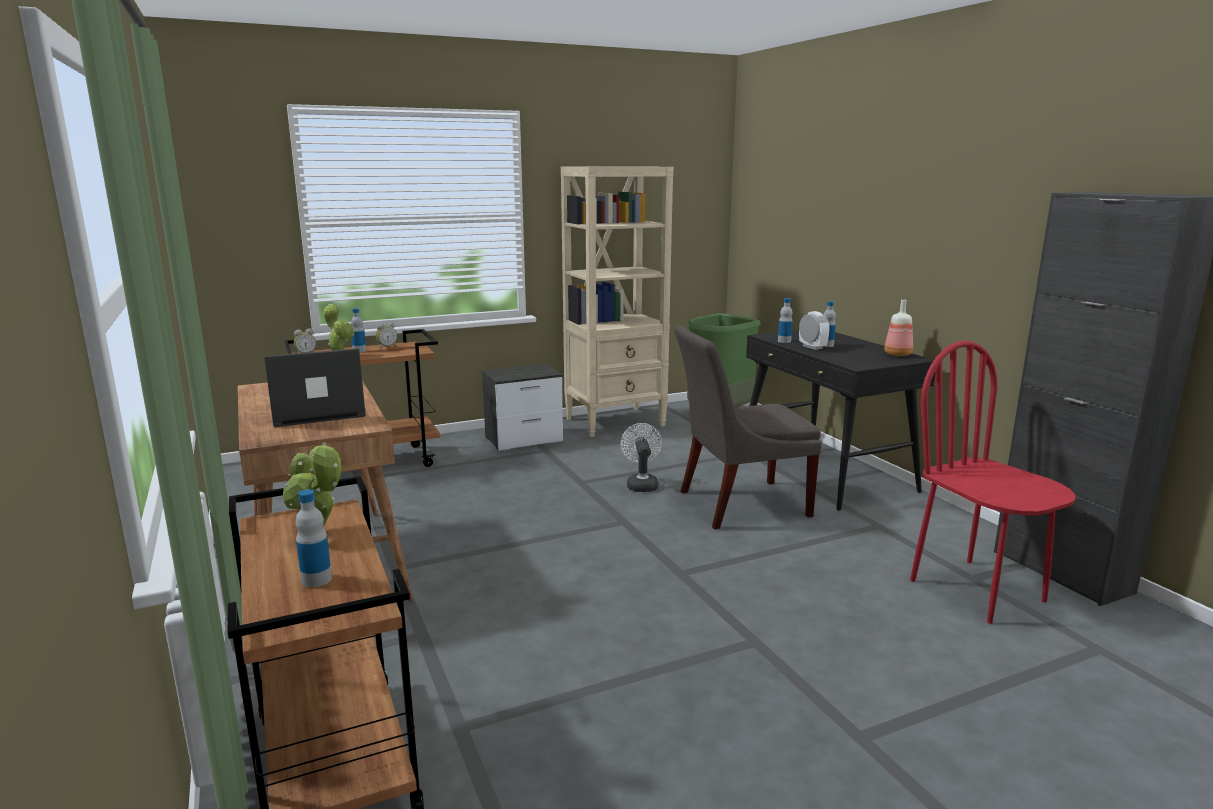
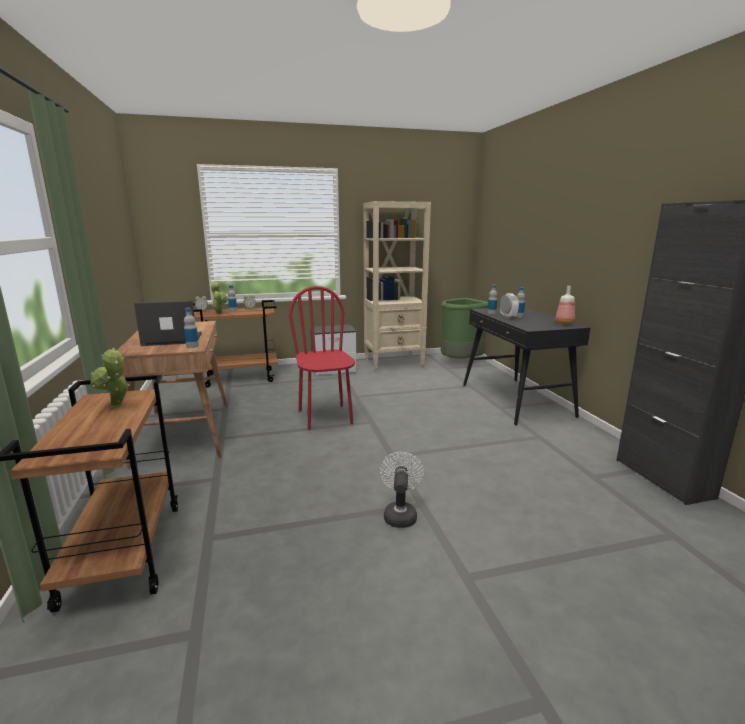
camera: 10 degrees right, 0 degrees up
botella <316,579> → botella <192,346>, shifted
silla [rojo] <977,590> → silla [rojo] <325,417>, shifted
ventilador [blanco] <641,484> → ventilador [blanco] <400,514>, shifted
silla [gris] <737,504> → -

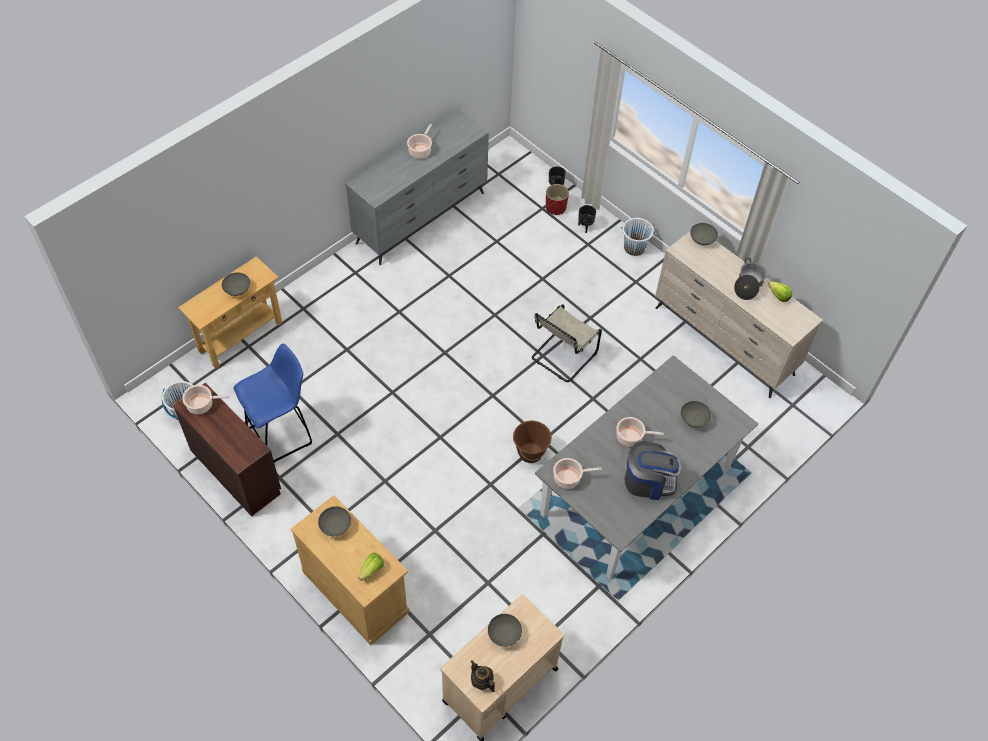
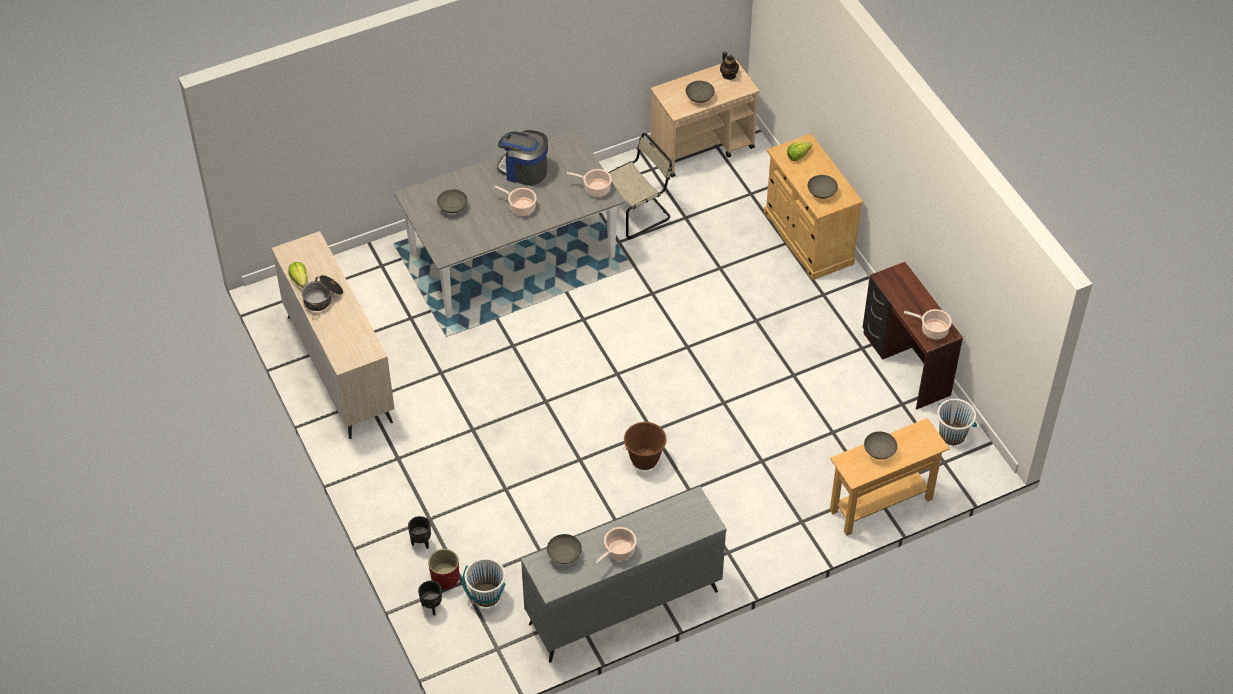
camera: 160 degrees left, 5 degrees down
cubo [blanco] <634,247> → cubo [blanco] <486,595>, shifted
cuenco [gris] <701,240> → cuenco [gris] <564,556>, shifted
silla [beis] <562,357> → silla [beis] <637,212>, shifted
cubo [marrón] <530,453> → cubo [marrón] <644,460>, shifted
taburete [azul] <282,435> → -

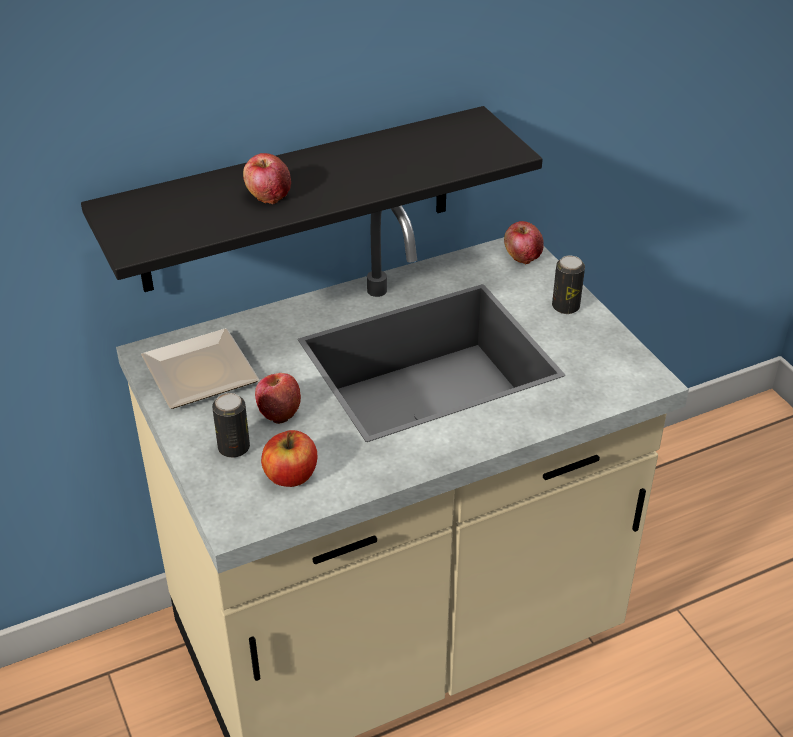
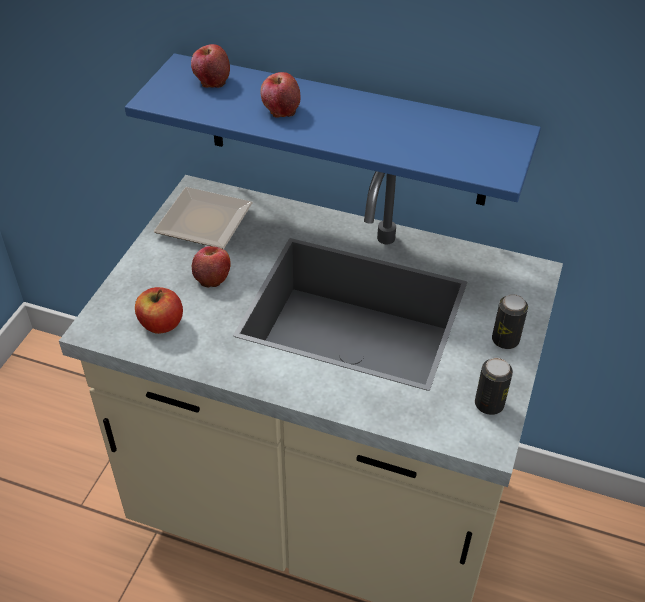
camera: 45 degrees right, 5 degrees up
estante [negro] <297,200> → estante [azul] <346,131>
manzana <522,256> → manzana <211,80>, shifted
lata <234,448> → lata <489,404>, shifted

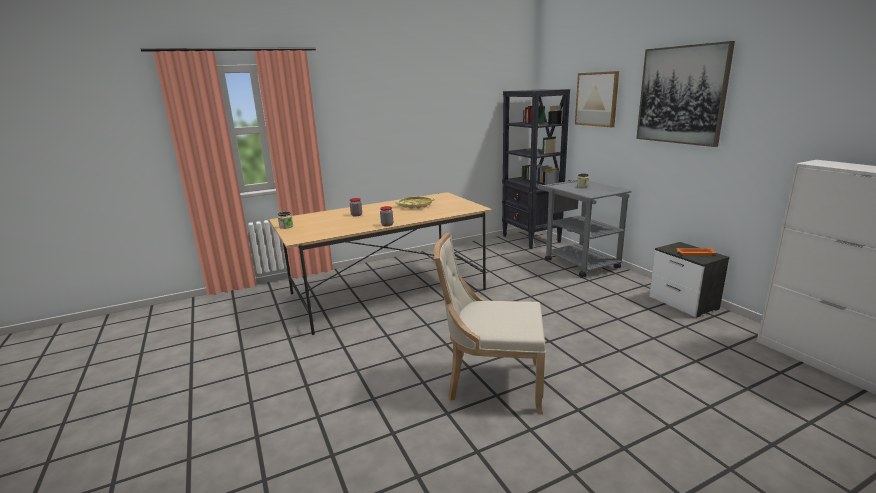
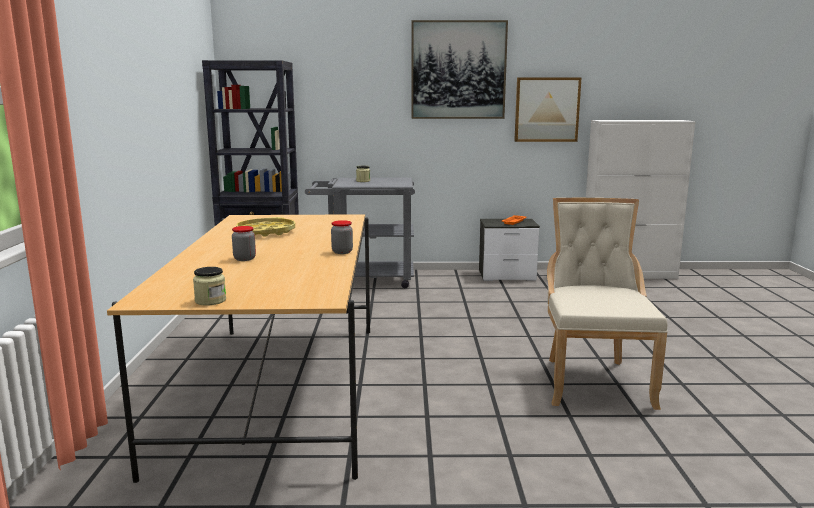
camera: 65 degrees left, 5 degrees down
cuadro <597,99> → cuadro <546,109>, shifted
silla [beis] <491,383> → silla [beis] <593,380>, 150 degrees clockwise

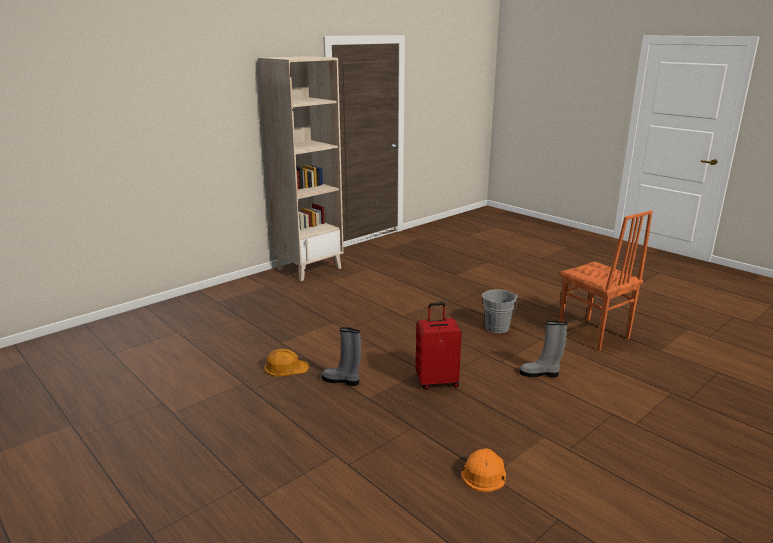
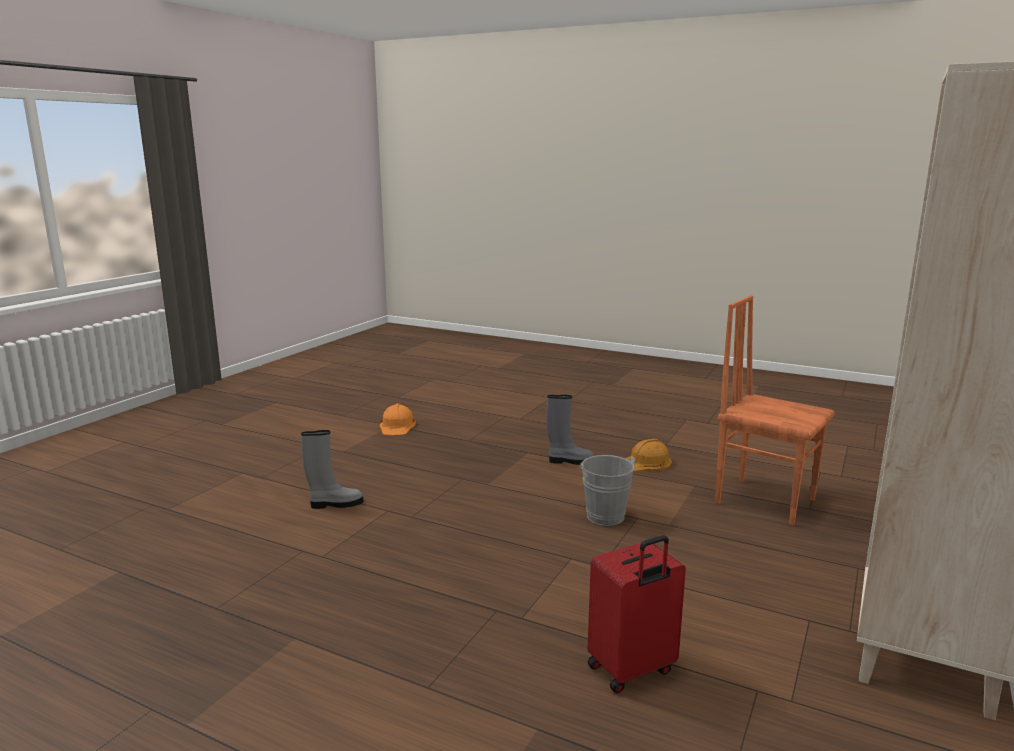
camera: 160 degrees right, 5 degrees down
cubo [gris] <497,329> → cubo [gris] <603,514>, shifted
maleta [rojo] <437,381> → maleta [rojo] <632,670>, shifted
silla [naranja] <593,334> → silla [naranja] <764,500>, shifted

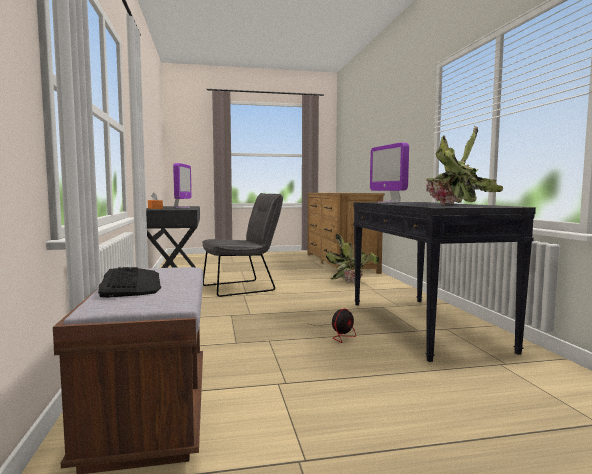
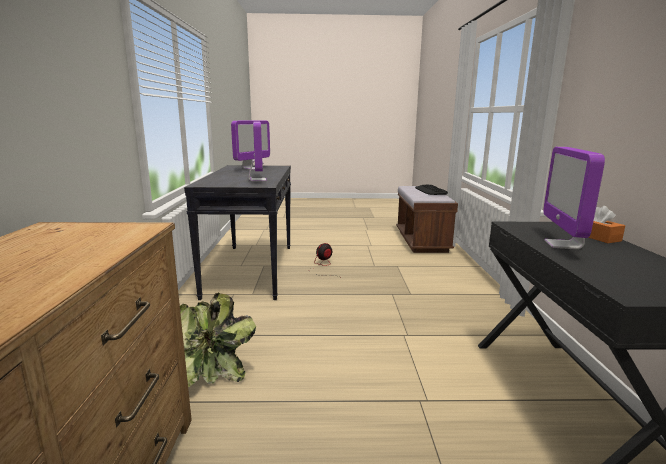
camera: 170 degrees left, 10 degrees up
planta en maceta <458,205> → monitor <251,168>
silla [gris] <243,288> → -

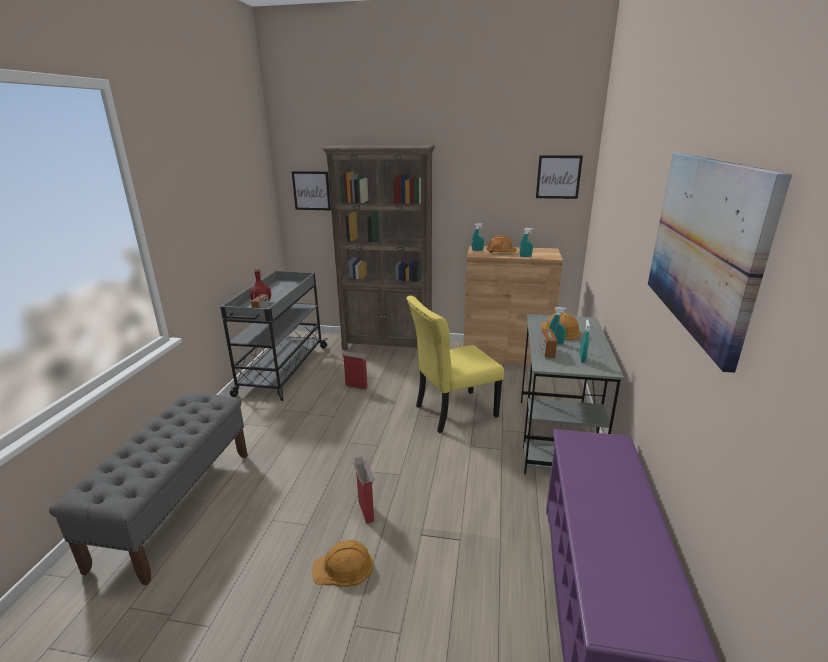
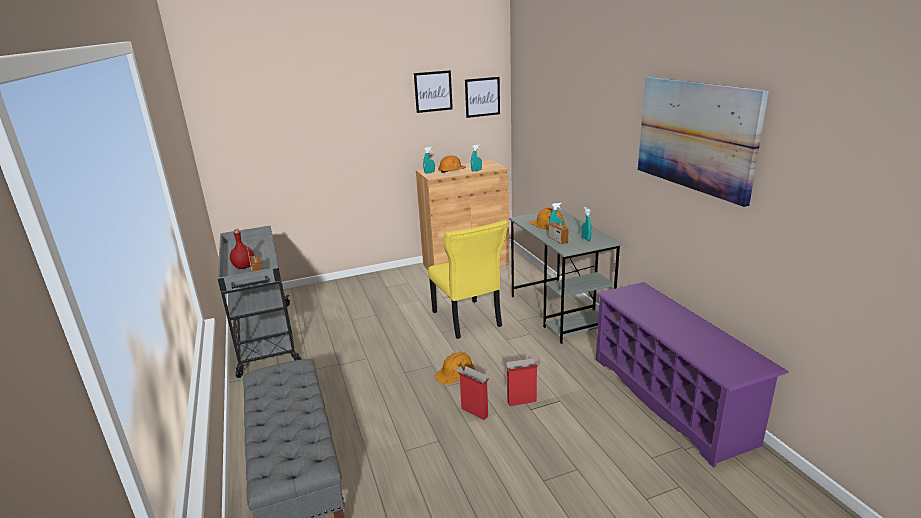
camera: 30 degrees left, 0 degrees up
cuadro <311,190> → cuadro <433,91>, shifted
silla [amarillo] <452,412> → silla [amarillo] <467,320>, 60 degrees counterclockwise
casco [naranja] <343,567> → casco [naranja] <455,372>, shifted
caja de cartón <357,386> → caja de cartón <522,401>, shifted
estantería [marrón] <388,345> → -

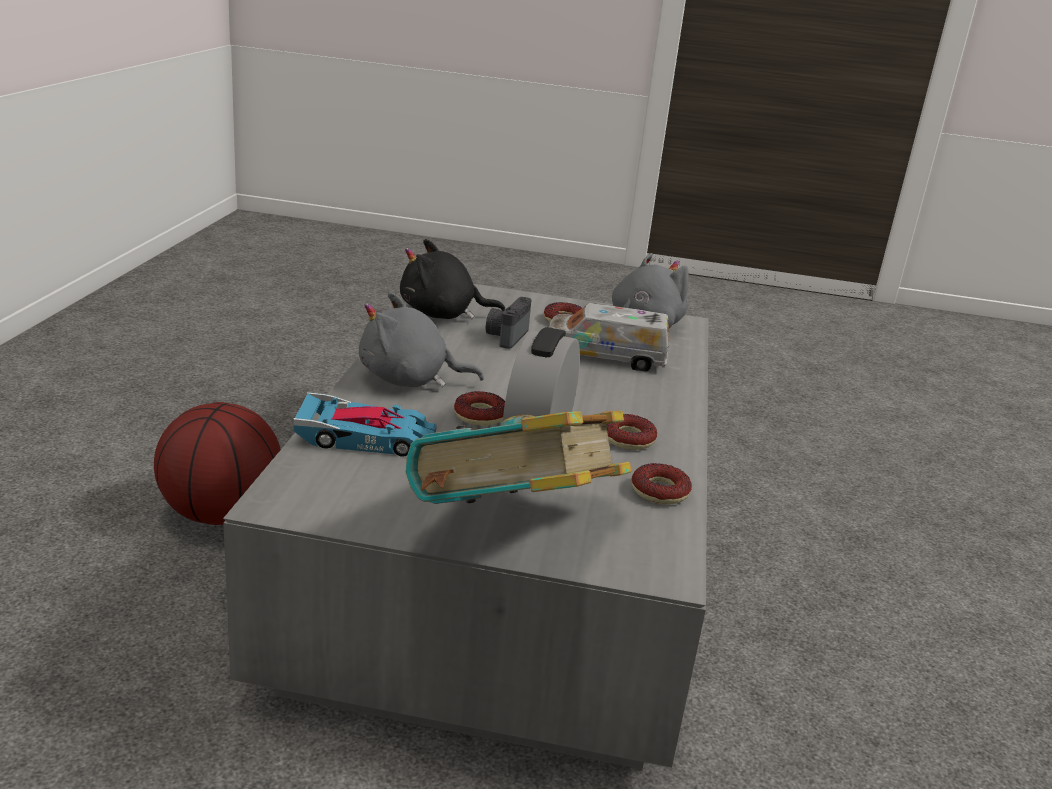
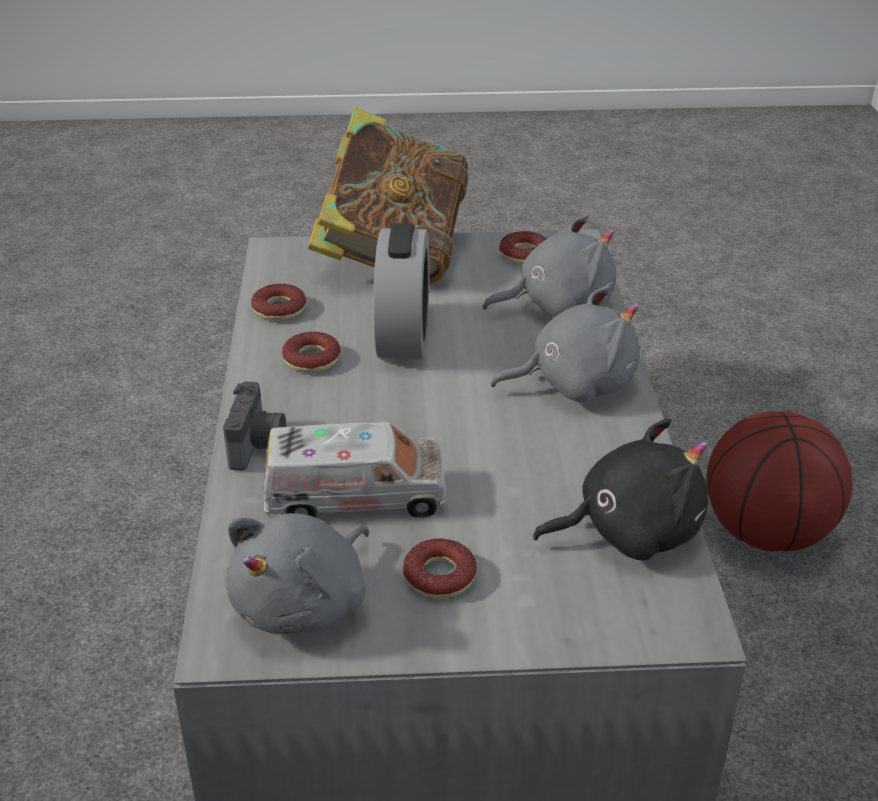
camera: 170 degrees right, 10 degrees up
cámara <505,336> → cámara <258,446>, shifted
coche de juguete <367,437> → peluche [gris] <557,306>
rosquilla <480,415> → rosquilla <524,254>, shifted

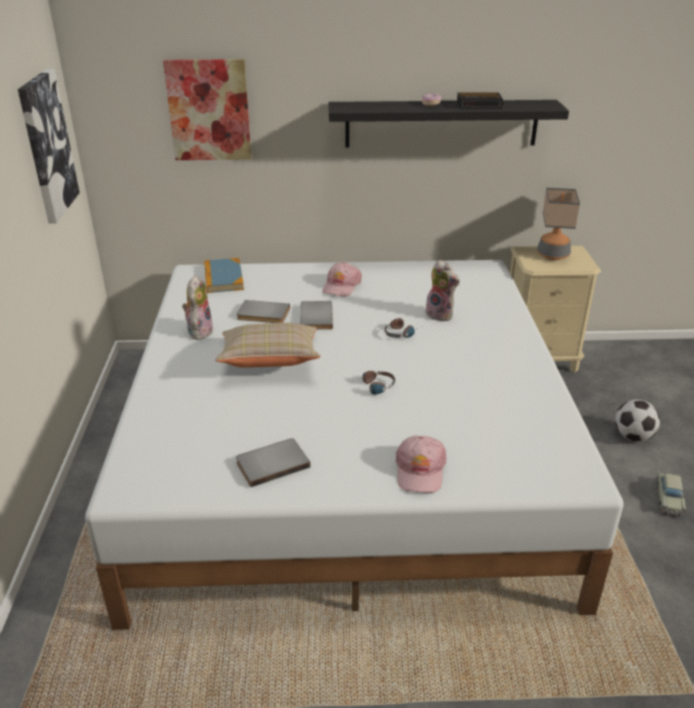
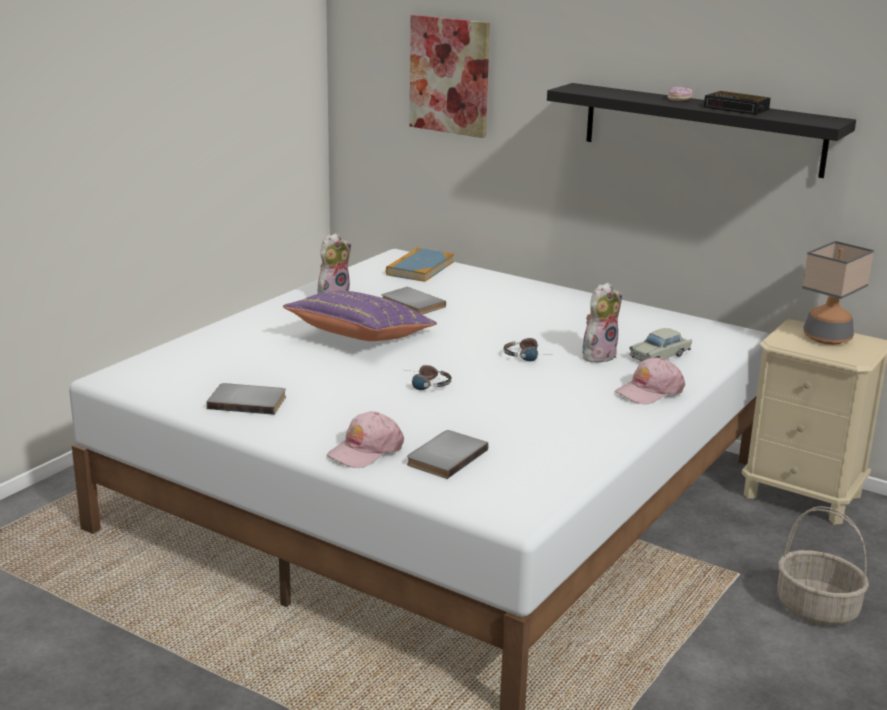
camera: 35 degrees right, 10 degrees down
cojín [beis] <270,361> → cojín [morado] <360,338>
libro [gris] <314,317> → libro [gris] <444,456>, shifted
peluche <441,314> → peluche <598,355>, 120 degrees counterclockwise
gorra [rosa] <341,286> → gorra [rosa] <649,391>, shifted
coche de juguete [beis] <669,498> → coche de juguete [beis] <660,356>, shifted
balón de fútbol <632,436> → cesta <818,609>
cuadro <47,146> → -

